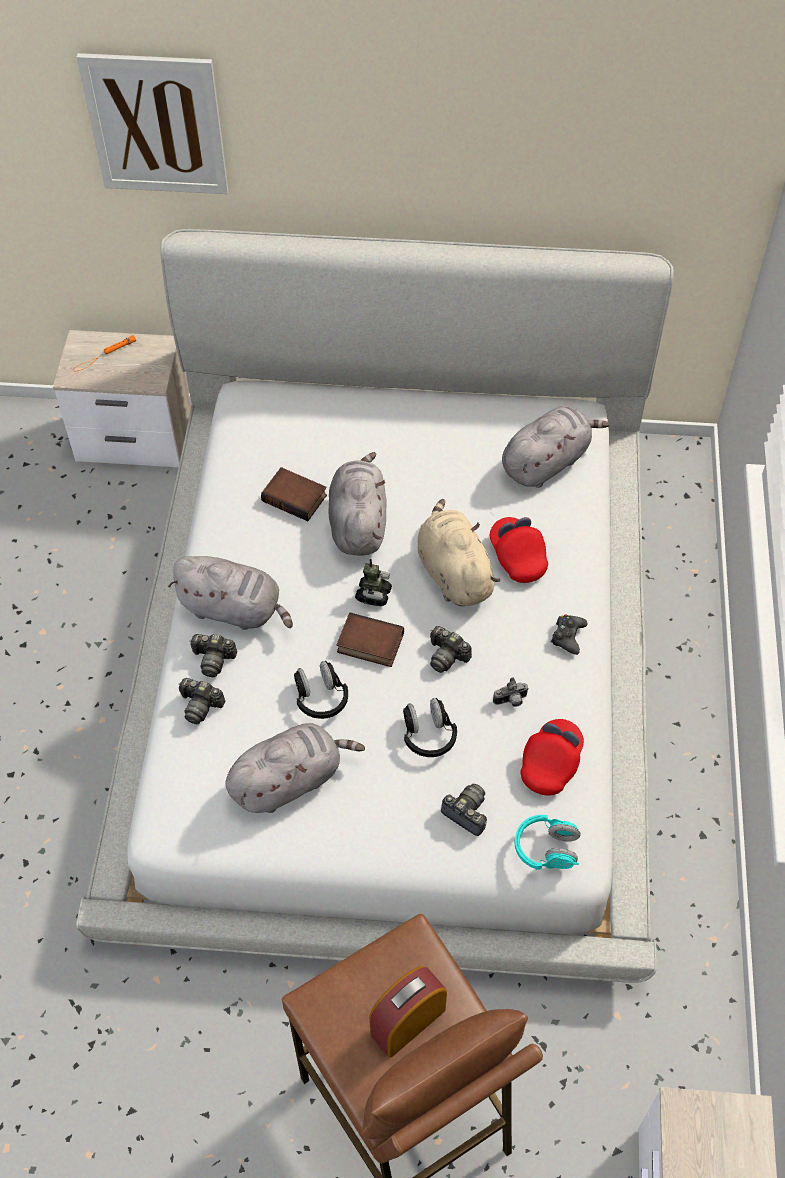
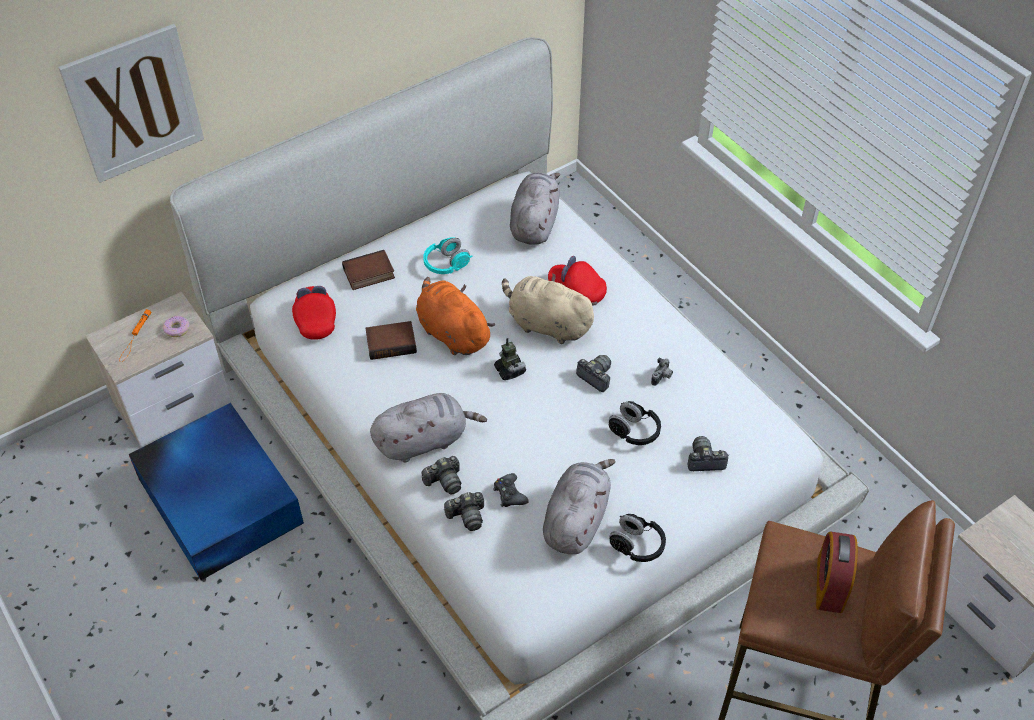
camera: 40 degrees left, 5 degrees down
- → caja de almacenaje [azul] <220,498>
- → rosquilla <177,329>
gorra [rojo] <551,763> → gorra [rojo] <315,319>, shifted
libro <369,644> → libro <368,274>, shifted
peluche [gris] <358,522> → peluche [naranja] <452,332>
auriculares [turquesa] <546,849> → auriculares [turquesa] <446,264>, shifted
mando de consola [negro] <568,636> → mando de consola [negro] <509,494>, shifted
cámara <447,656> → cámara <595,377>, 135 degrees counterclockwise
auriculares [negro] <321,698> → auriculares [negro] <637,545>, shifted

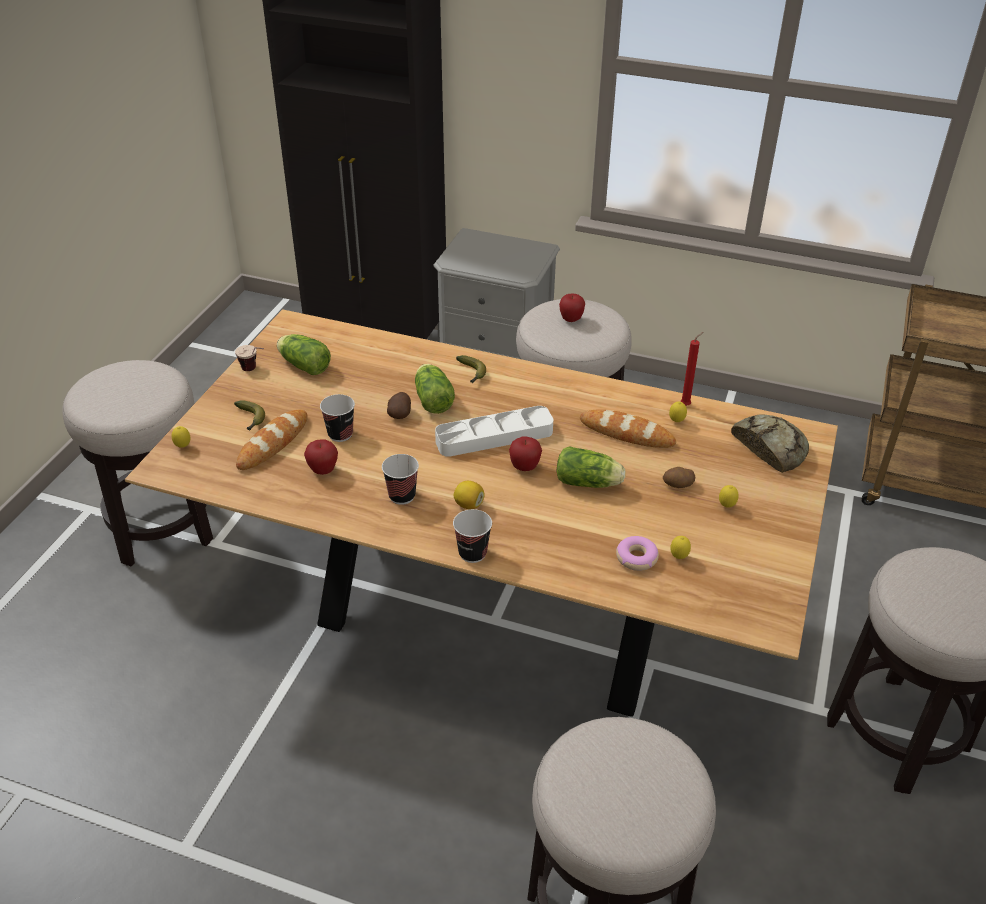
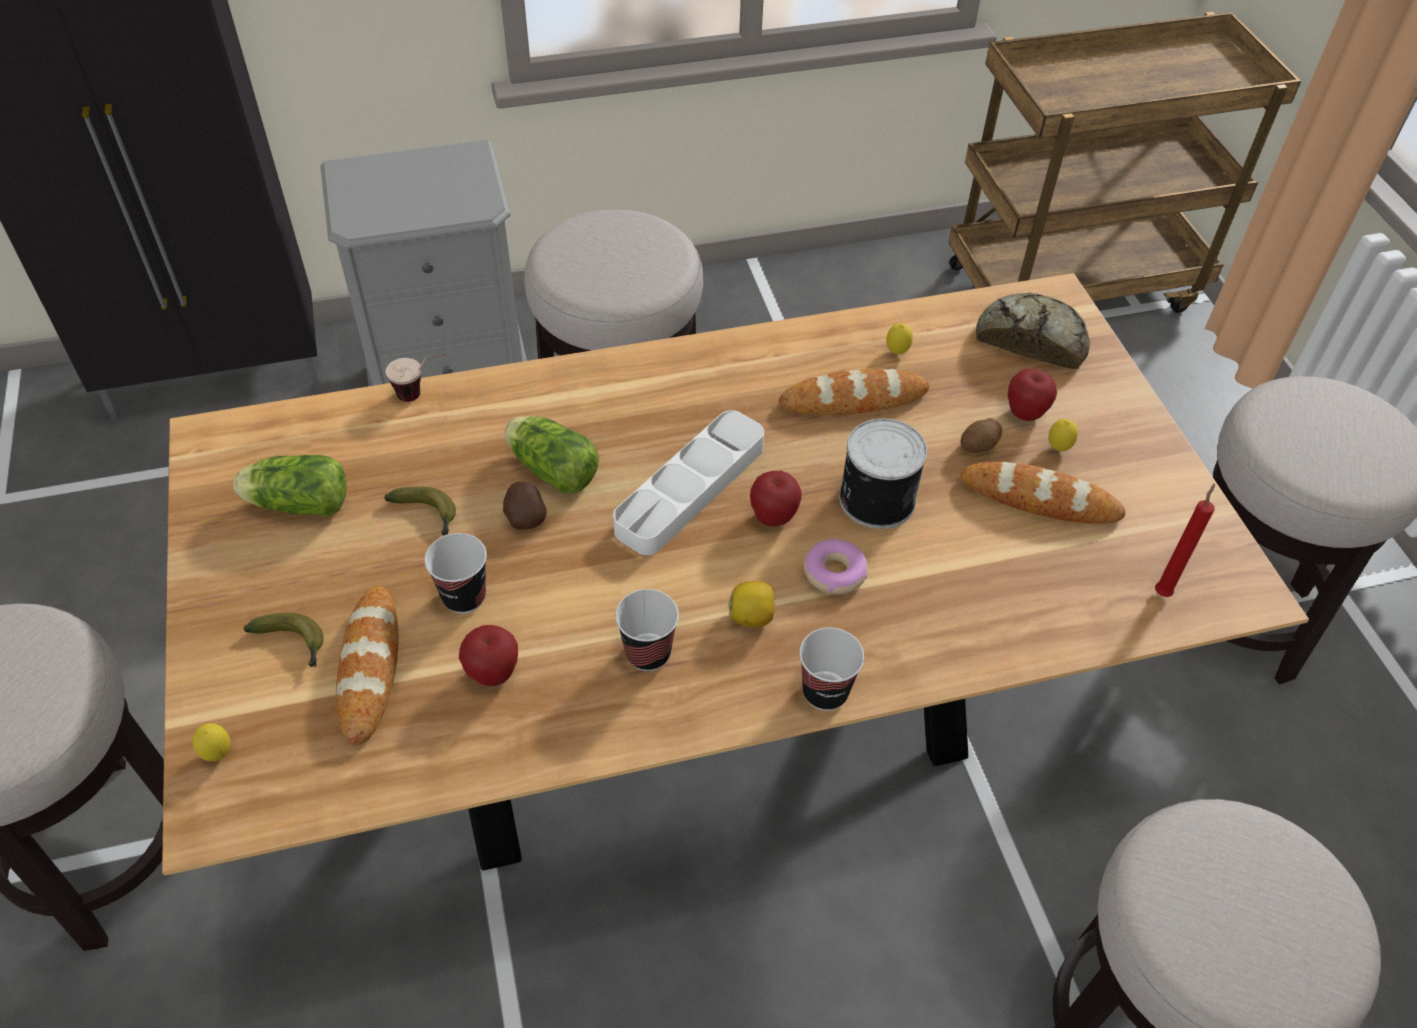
camera: 35 degrees left, 10 degrees up
plátano <472,373> → plátano <428,515>, shifted
taza <254,370> → taza <423,395>, shifted
rosquilla <636,558> → rosquilla <834,573>, shifted
lechuga <589,483> → lata <875,498>
- → pan <1040,499>
manzana <571,319> → manzana <1025,413>, shifted
vela [rojo] <686,405> → vela [rojo] <1162,591>, shifted
limón <678,557> → -

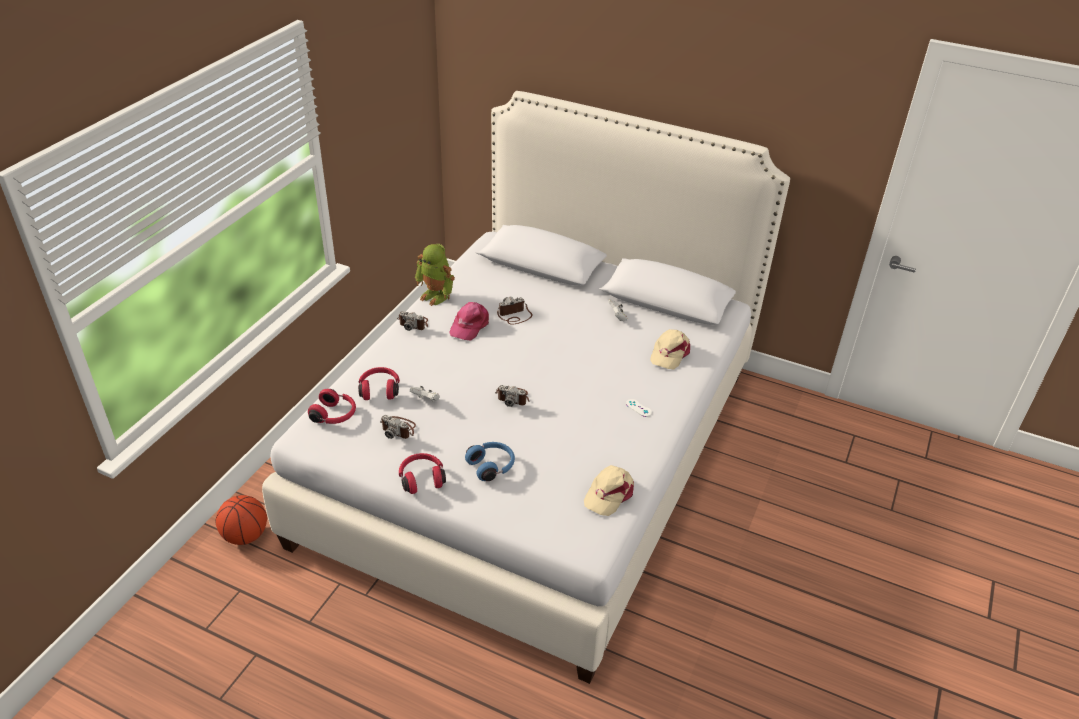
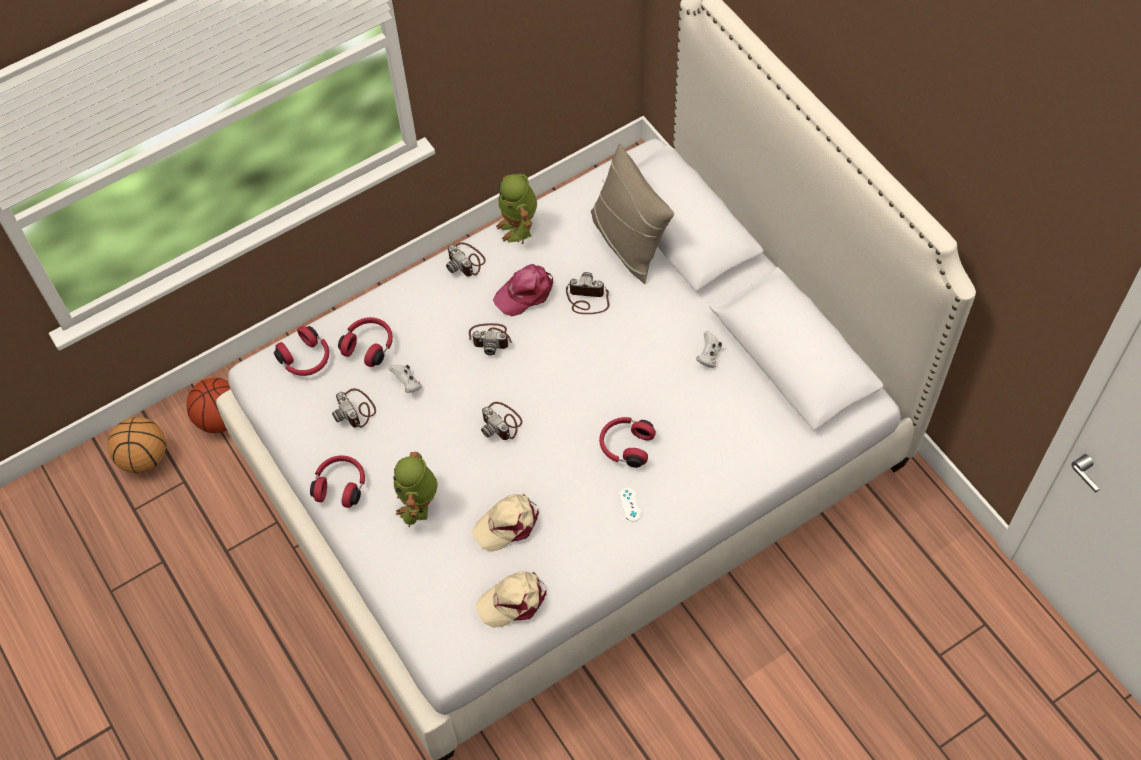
camera: 35 degrees right, 20 degrees up
- → balón de baloncesto <143,458>
auriculares [azul] <492,466> → robot de juguete <419,504>
- → cámara <490,338>
gorra [beis] <669,353> → gorra [beis] <507,524>, shifted
- → cojín [beis] <628,242>
- → auriculares [rojo] <625,446>

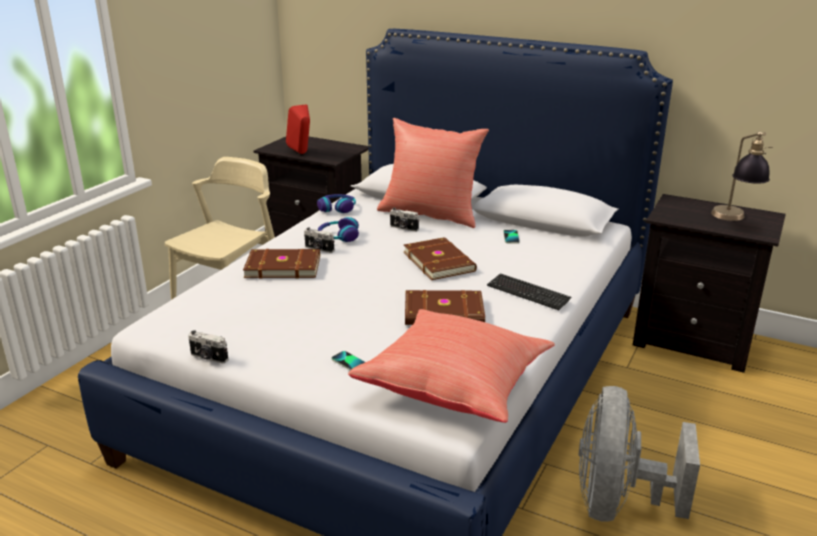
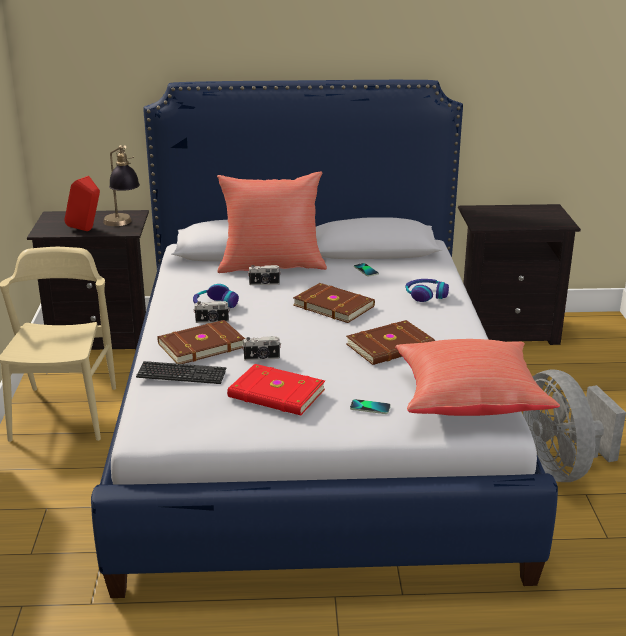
camera: 30 degrees left, 0 degrees up
lámpara de mesa <734,220> → lámpara de mesa <123,224>, shifted
teclado <528,293> → teclado <181,374>, shifted
- → libro [rojo] <276,394>
cámara <208,358> → cámara <262,358>, shifted
auriculares <337,208> → auriculares <426,295>, shifted

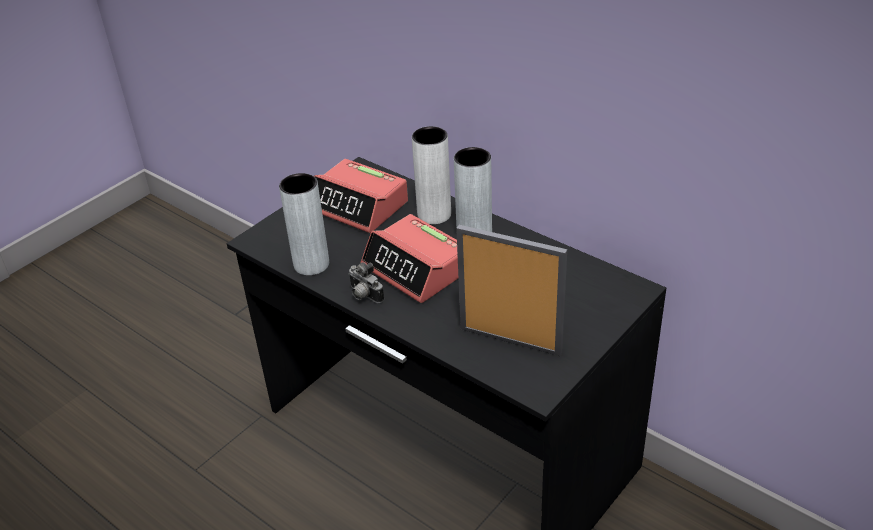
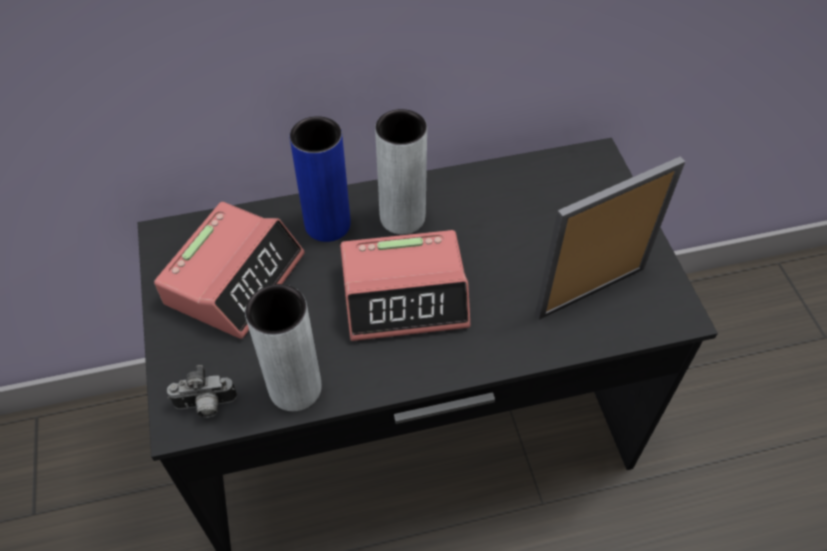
camera: 55 degrees left, 15 degrees up
despertador <359,206> → despertador <235,278>, 45 degrees counterclockwise
cámara <364,296> → cámara <205,406>, shifted
florero [blanco] <434,214> → florero [azul] <327,224>

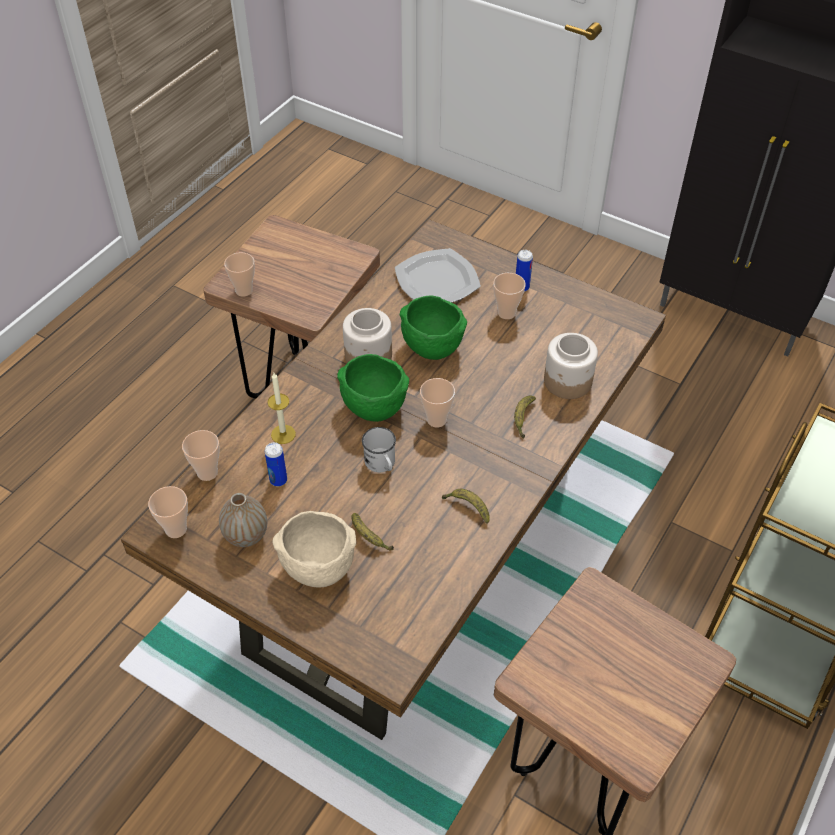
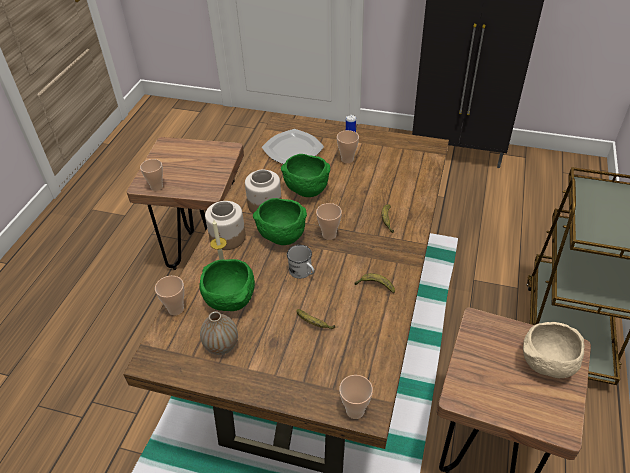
camera: 15 degrees left, 5 degrees down
lata <278,480> → cuenco [verde] <231,301>
tarro <568,382> → tarro <228,238>, shifted
taza <176,529> → taza <355,410>, shifted
cuenco [beis] <316,568> → cuenco [beis] <546,365>, shifted

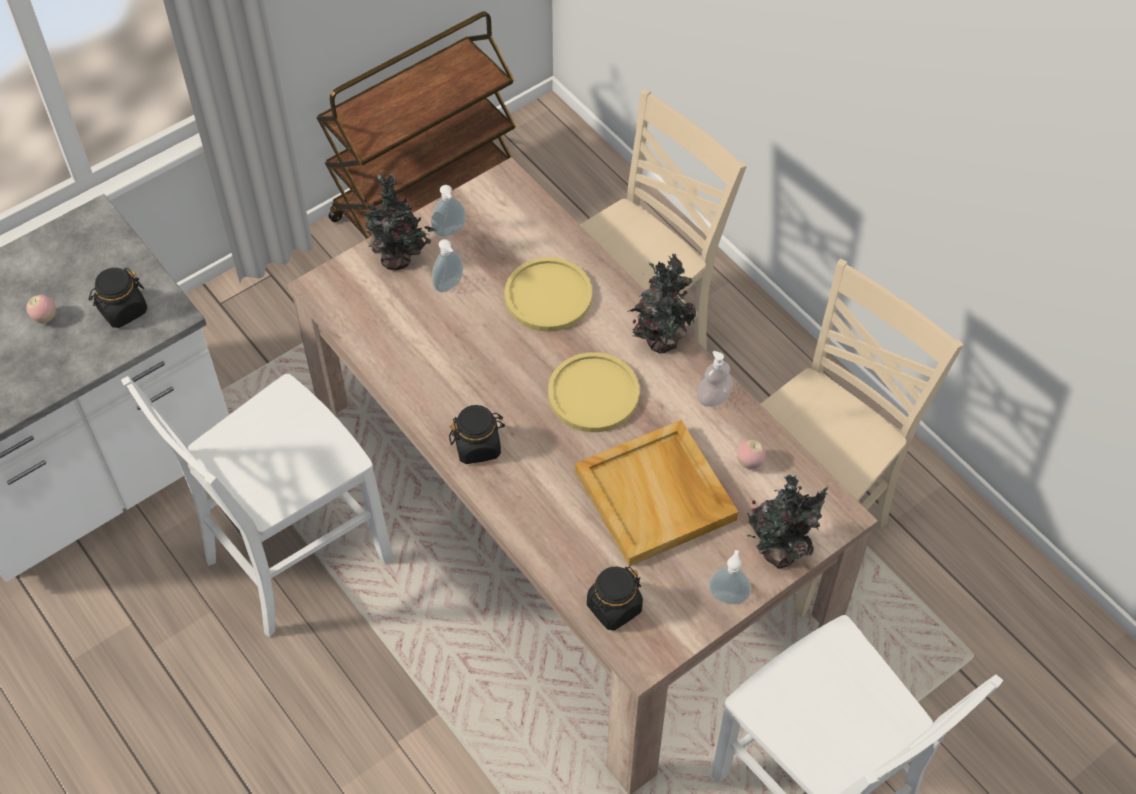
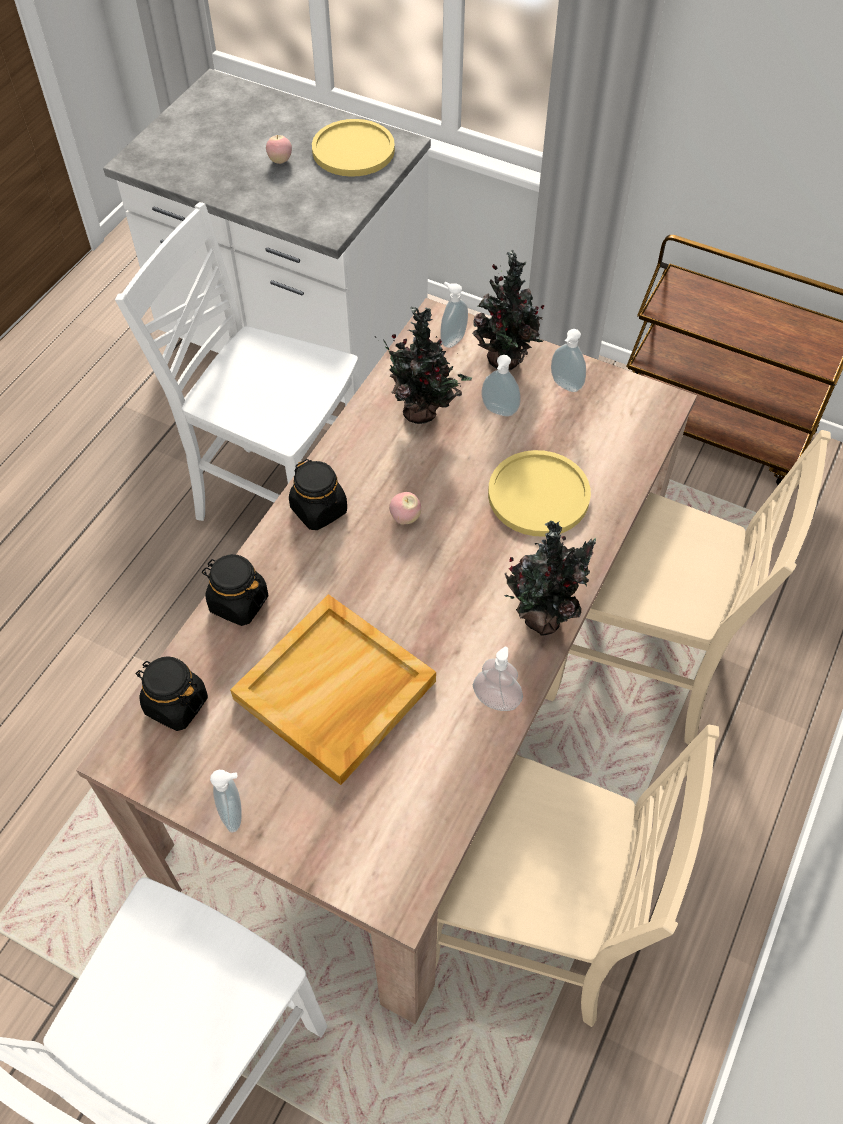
camera: 65 degrees right, 0 degrees up
tarro [negro] <122,310> → tarro [negro] <238,603>, shifted
plato [amarillo] <593,394> → plato [amarillo] <353,150>, shifted
planta en maceta <780,550> → planta en maceta <424,412>, shifted
manzana <749,462> → manzana <405,518>, shifted
- → dispensador de jabón <452,339>

